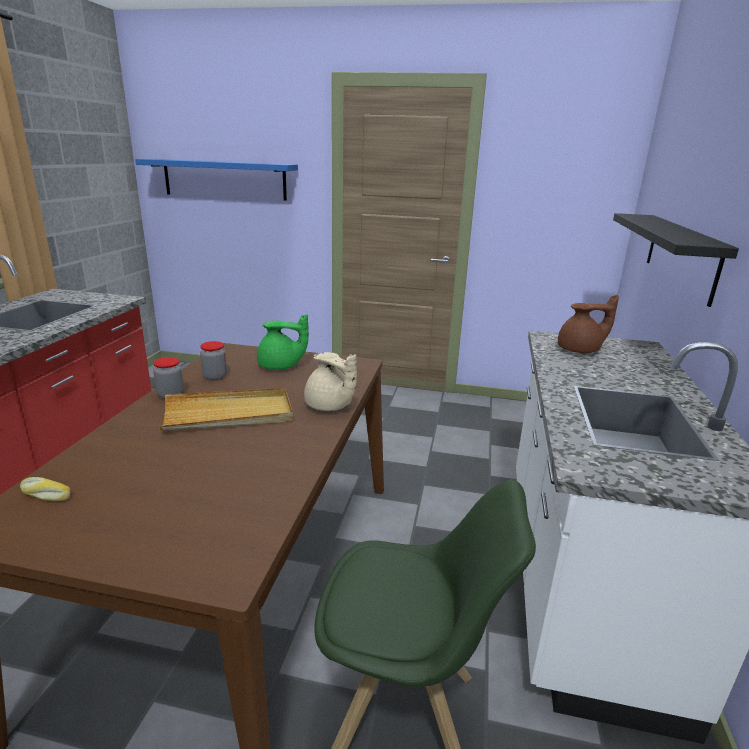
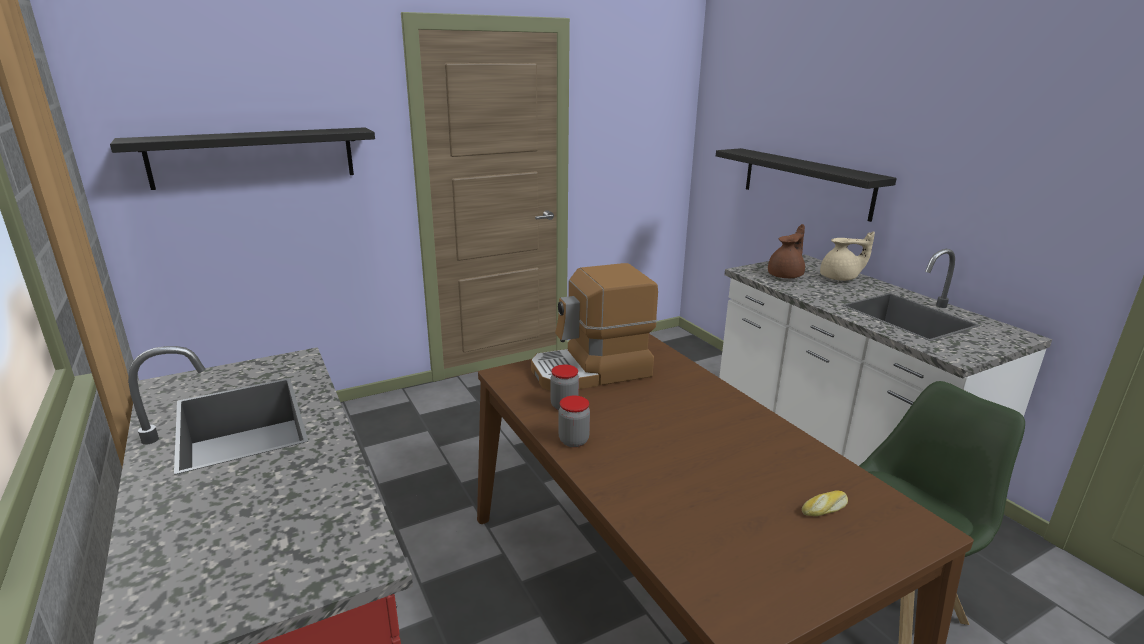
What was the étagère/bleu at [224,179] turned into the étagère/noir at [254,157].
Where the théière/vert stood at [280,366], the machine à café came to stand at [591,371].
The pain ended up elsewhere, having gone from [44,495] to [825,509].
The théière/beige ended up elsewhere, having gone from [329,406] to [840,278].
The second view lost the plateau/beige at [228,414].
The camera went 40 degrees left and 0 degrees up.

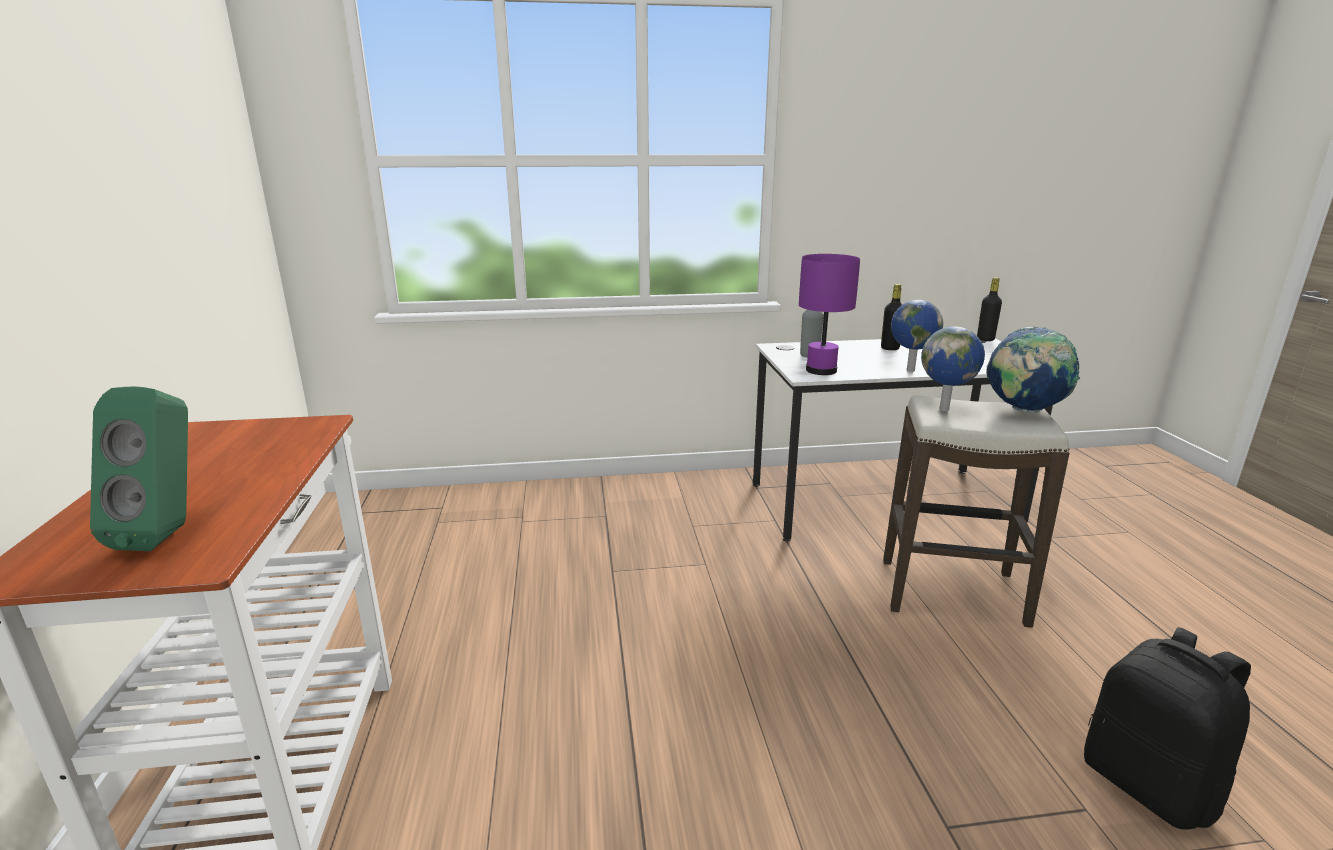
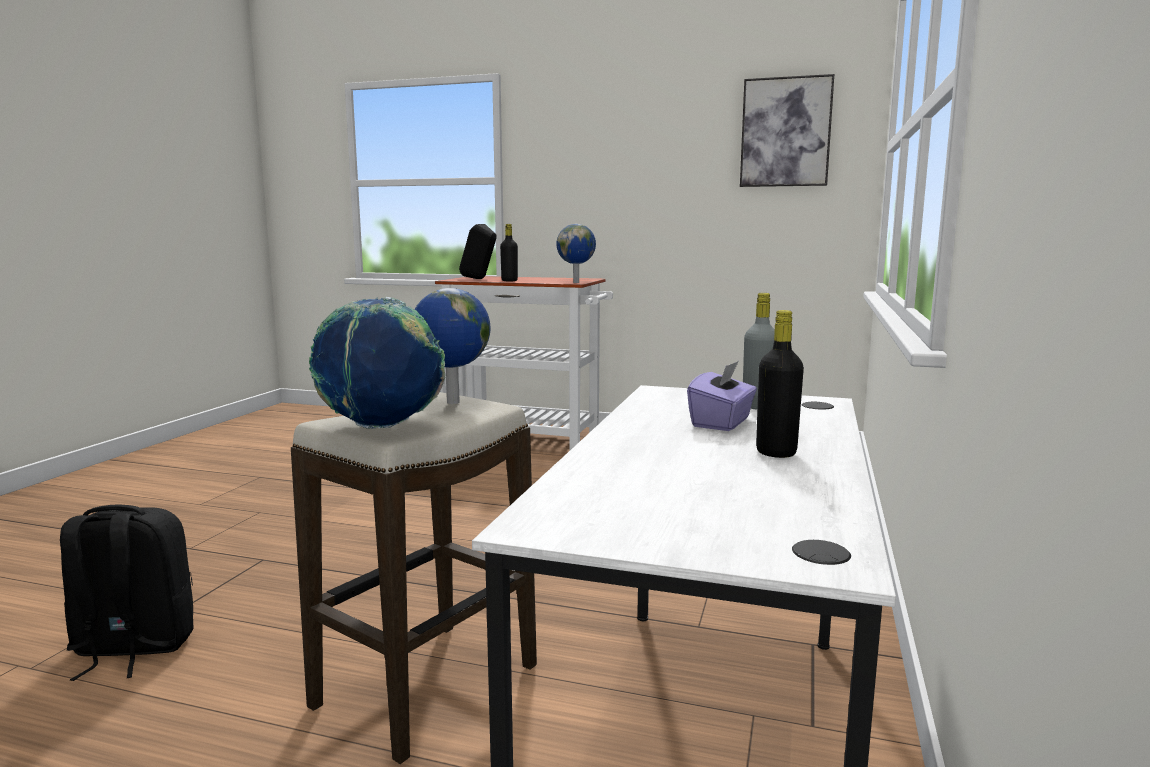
What was the enceinte/vert at [169,533] turned into the enceinte/noir at [480,279].
The bouteille/noir ended up elsewhere, having gone from [985,339] to [509,281].
The globe ended up elsewhere, having gone from [909,370] to [576,282].
The second view gained the boîte à mouchoirs/violet at [722,422].
The second view gained the tableau at [785,132].
The second view lost the lampe de table/violet at [822,370].
The camera went 115 degrees right and 10 degrees down.

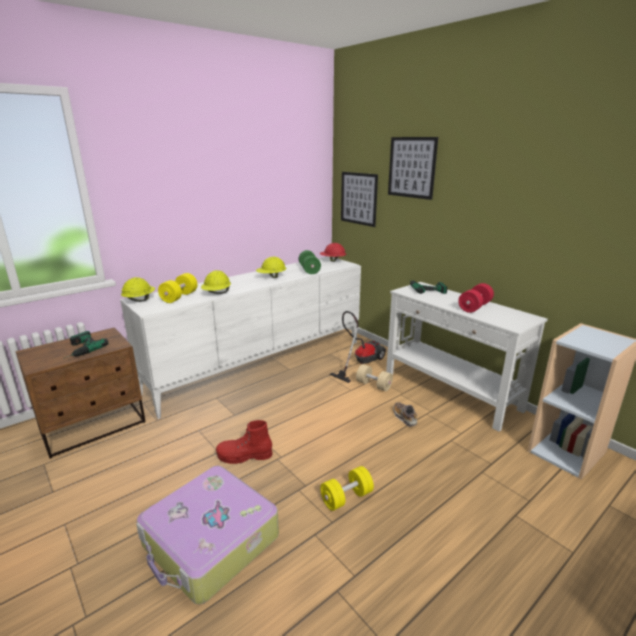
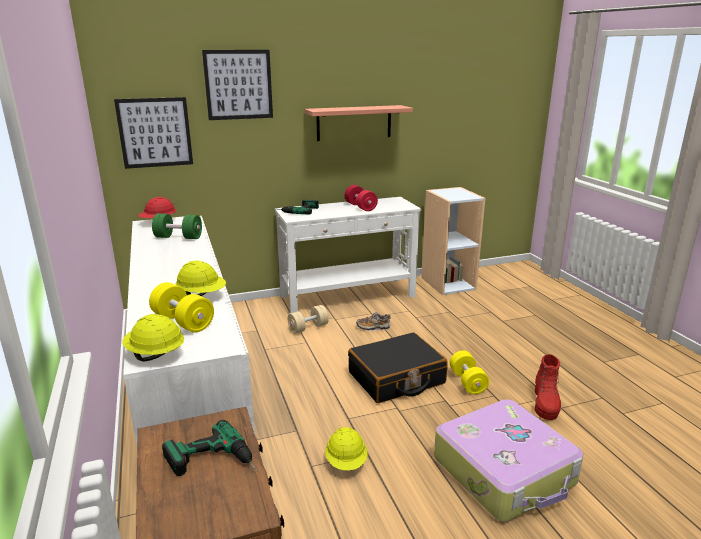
The second view gained the étagère at [354,123].
The casque de chantier/jaune ended up elsewhere, having gone from [271,277] to [346,462].
The second view gained the valise/noir at [396,378].
The botte/rouge ended up elsewhere, having gone from [244,456] to [545,404].
The second view lost the aspirateur at [360,362].
The camera went 70 degrees left and 0 degrees up.

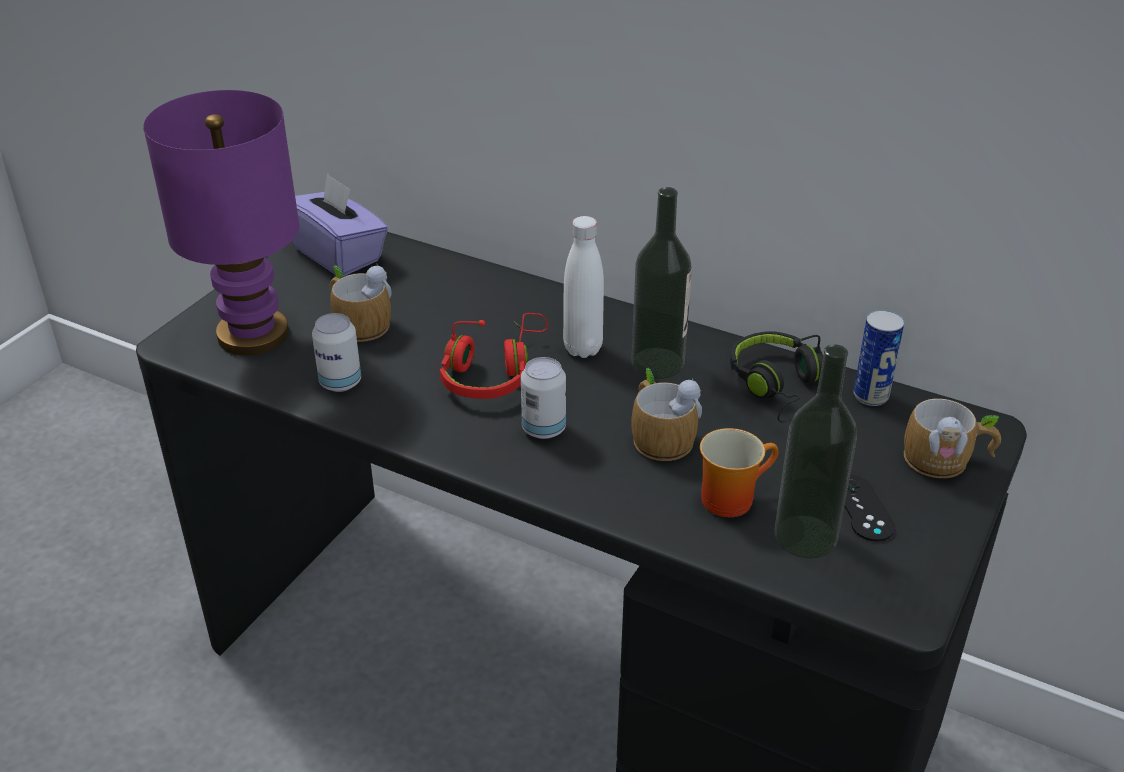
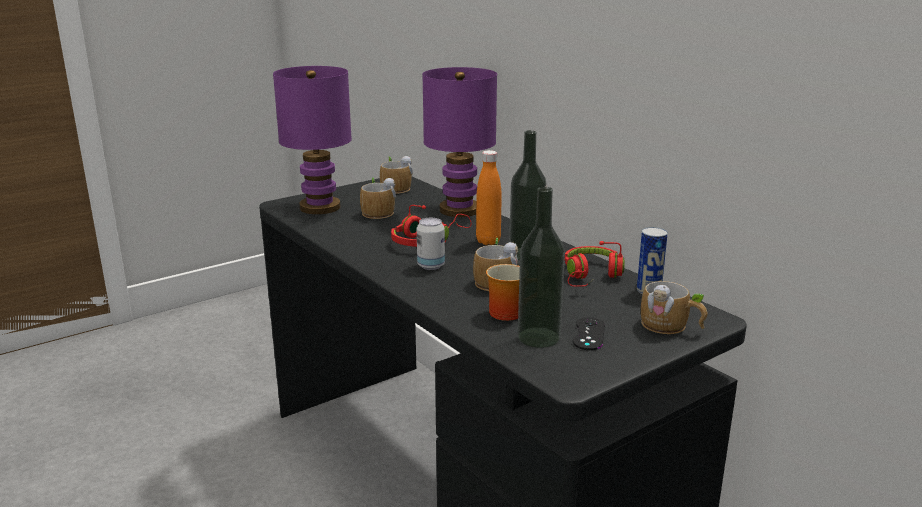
Where the boîte à mouchoirs/violet stood at [338,254], the mug came to stand at [395,187].
The second view gained the lampe de table/violet at [461,210].
What was the bouteille/blanc at [582,348] turned into the bouteille/orange at [488,241].
What was the casque audio/noir at [778,386] turned into the casque audio/rouge at [591,276].
The second view lost the boîte métallique at [340,383].
The camera went 25 degrees right and 15 degrees down.

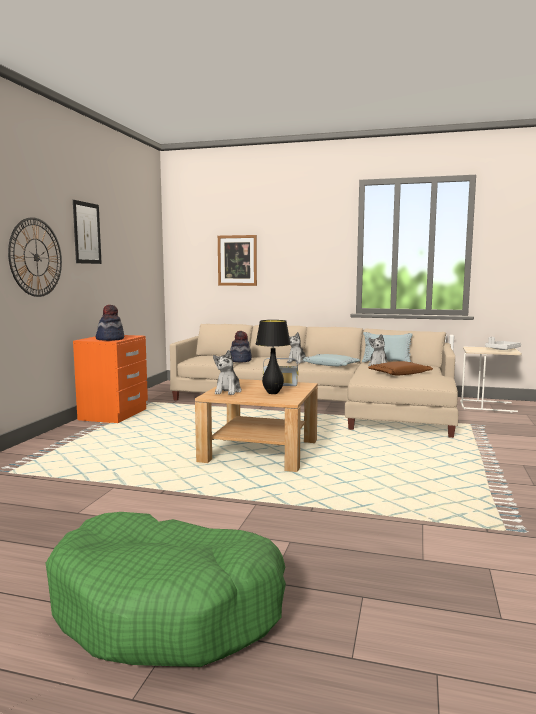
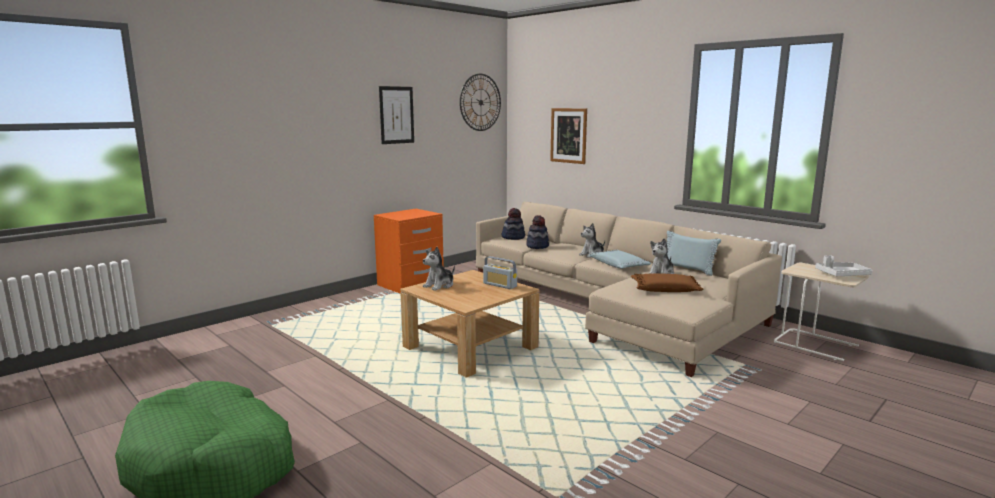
The horloge murale ended up elsewhere, having gone from [36,257] to [480,102].
The chapeau ended up elsewhere, having gone from [110,339] to [513,237].
The second view lost the lampe de table/noir at [273,393].
The camera went 30 degrees right and 5 degrees up.

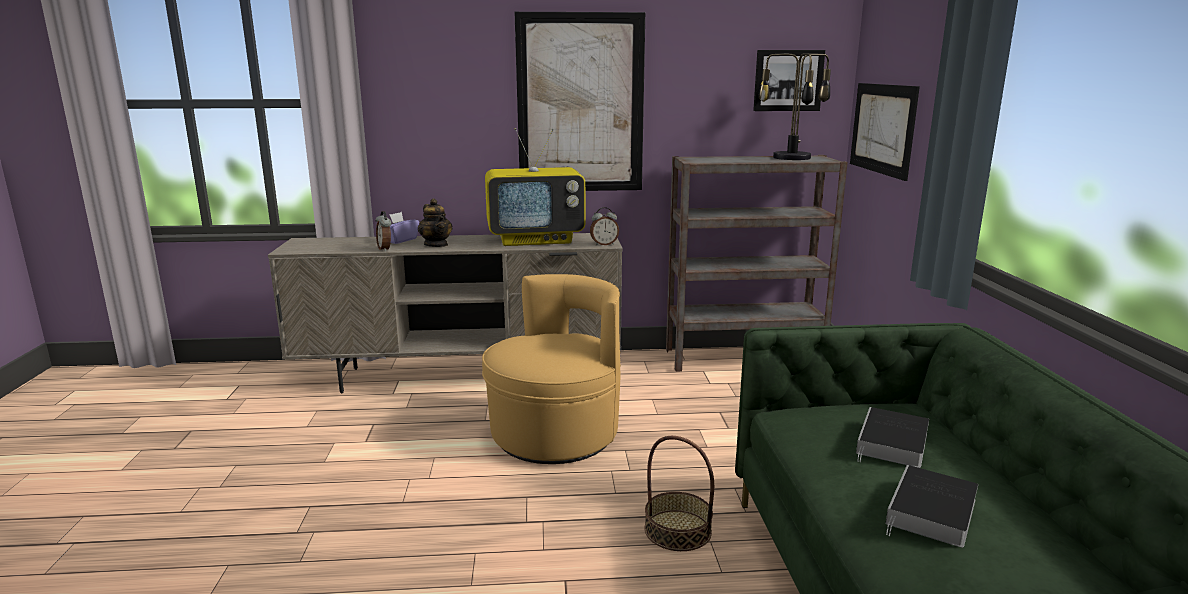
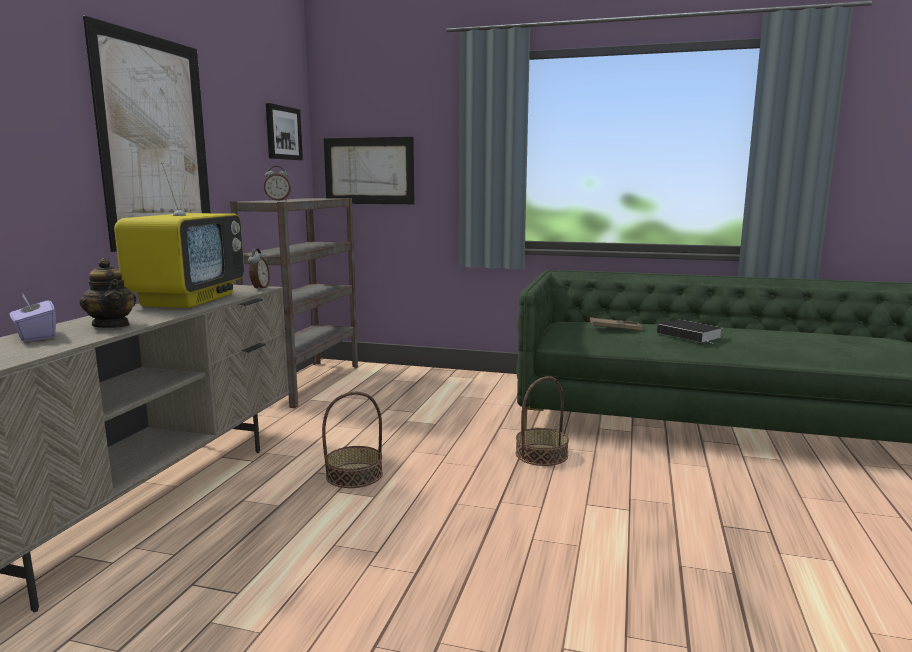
The théière at [436,245] ended up facing another way, 60 degrees clockwise from before.
The réveil ended up elsewhere, having gone from [385,249] to [278,200].
Where the fauteuil/beige stood at [554,435], the panier came to stand at [354,475].
Where the livre stood at [892,443], the plateau/marron came to stand at [615,328].
The second view lost the lampe de table at [791,158].
The camera went 70 degrees left and 5 degrees down.

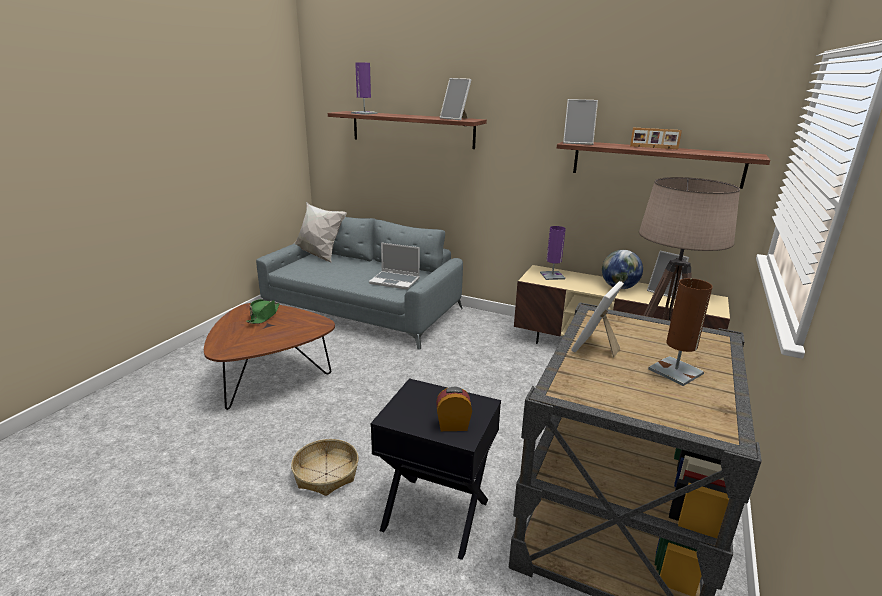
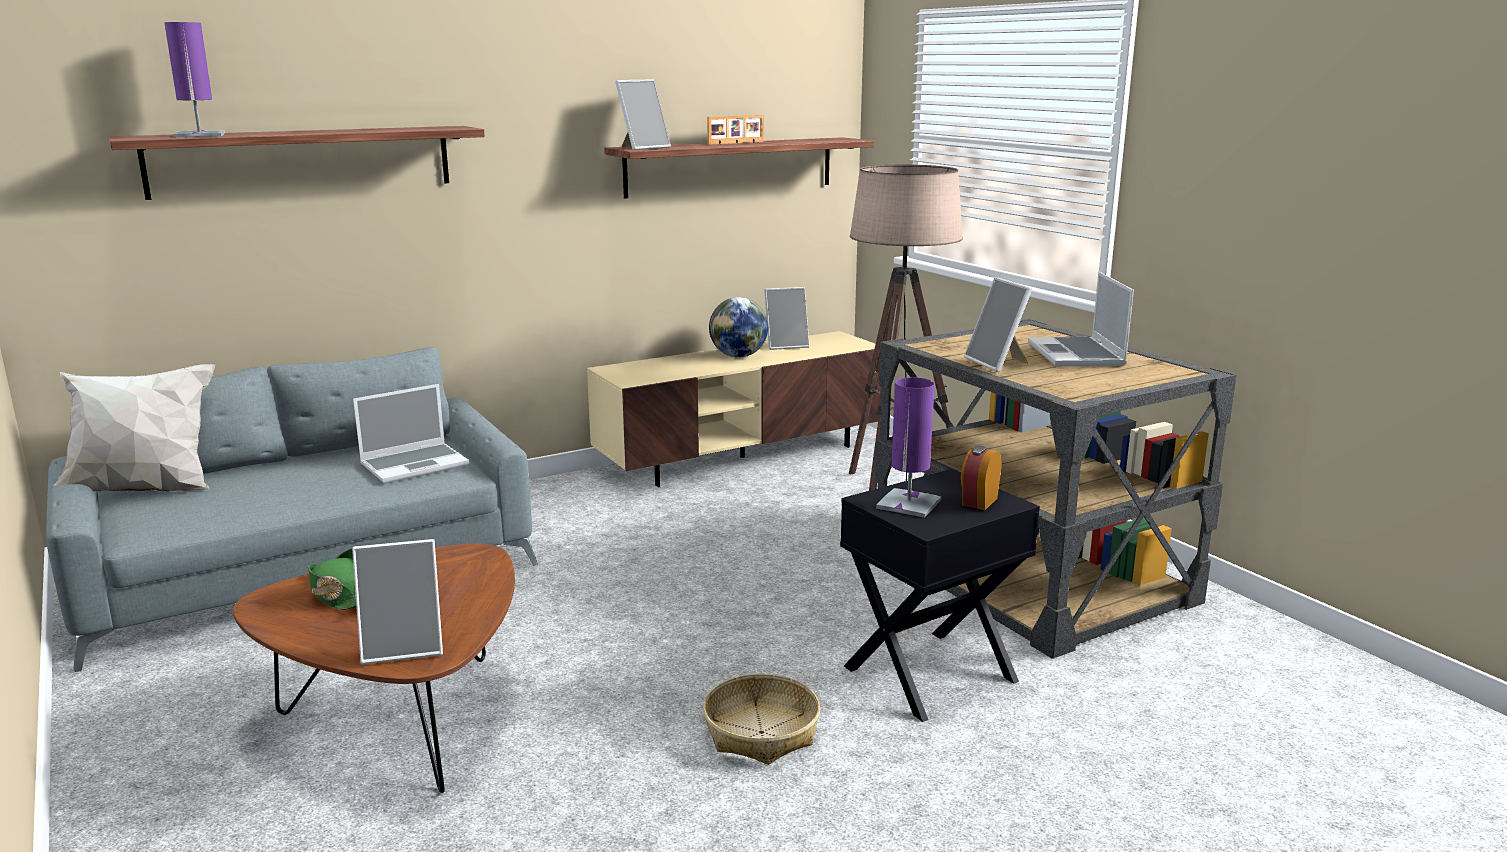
The cadre photo ended up elsewhere, having gone from [456,119] to [404,647].
The lampe de table/violet ended up elsewhere, having gone from [552,276] to [908,504].
Where the lampe de table/marron stood at [675,371], the ordinateur portable came to stand at [1077,355].
The camera went 55 degrees left and 5 degrees down.

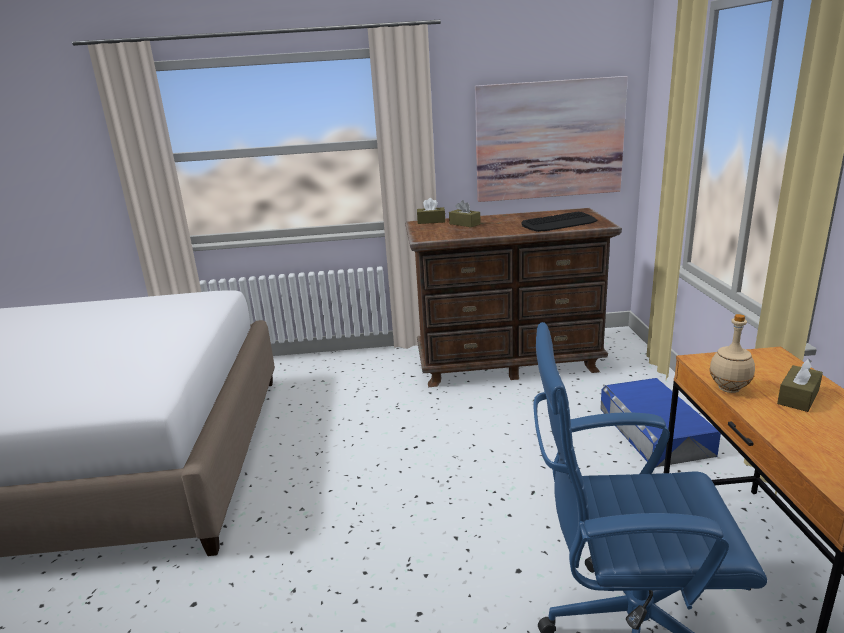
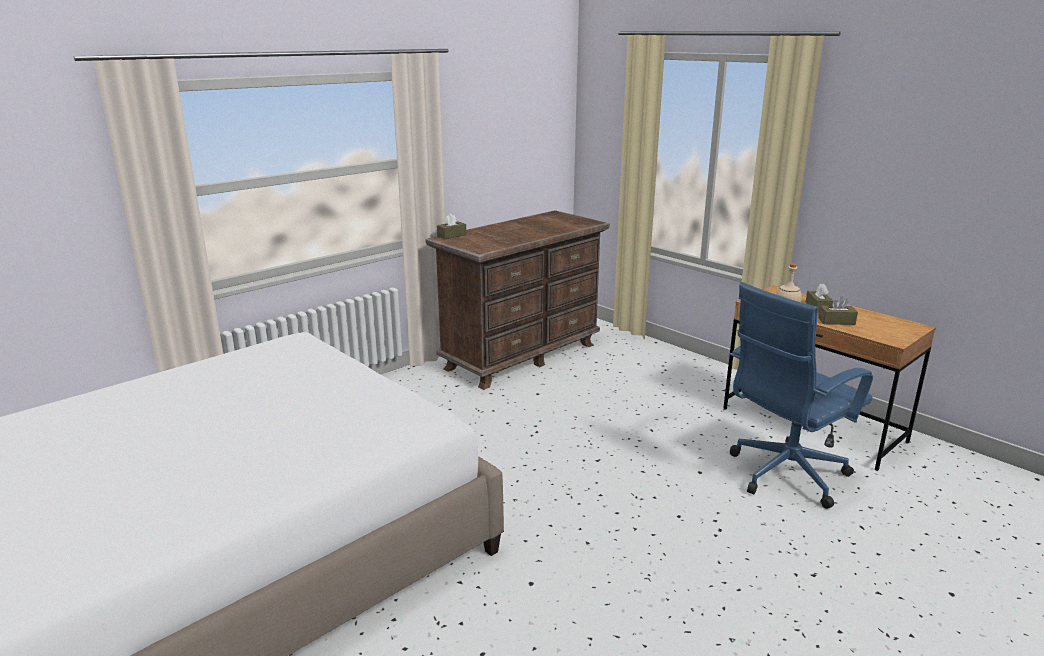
The boîte à mouchoirs/marron ended up elsewhere, having gone from [464,224] to [836,321].
The second view lost the tableau at [549,140].
The second view lost the clavier at [559,223].
The second view lost the boîte de rangement/bleu at [655,431].
The camera went 40 degrees left and 0 degrees up.

